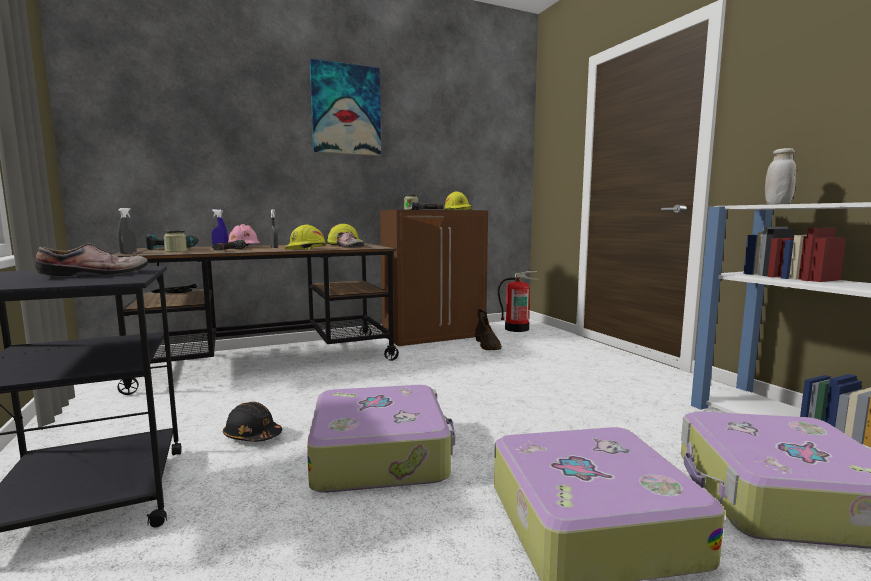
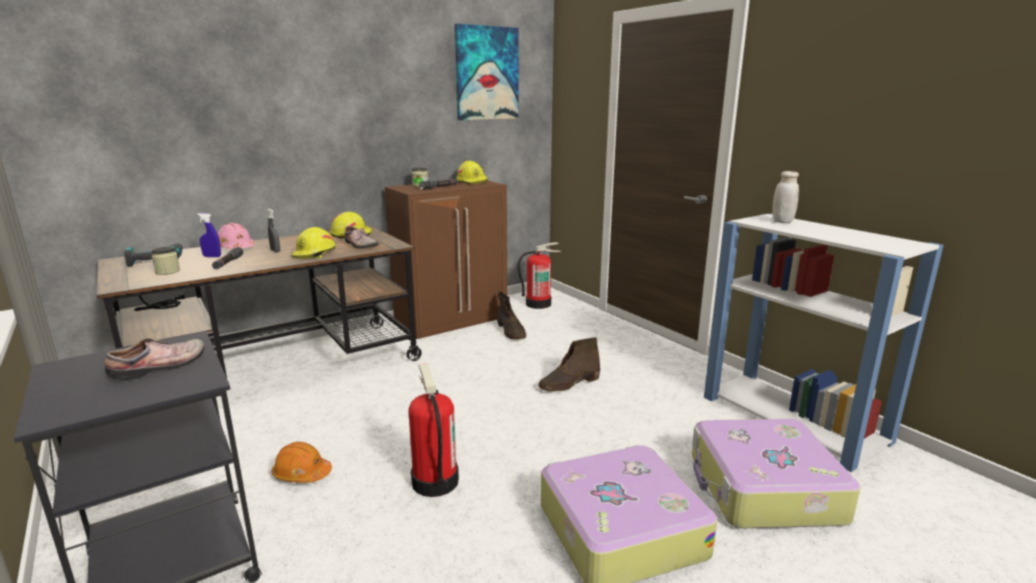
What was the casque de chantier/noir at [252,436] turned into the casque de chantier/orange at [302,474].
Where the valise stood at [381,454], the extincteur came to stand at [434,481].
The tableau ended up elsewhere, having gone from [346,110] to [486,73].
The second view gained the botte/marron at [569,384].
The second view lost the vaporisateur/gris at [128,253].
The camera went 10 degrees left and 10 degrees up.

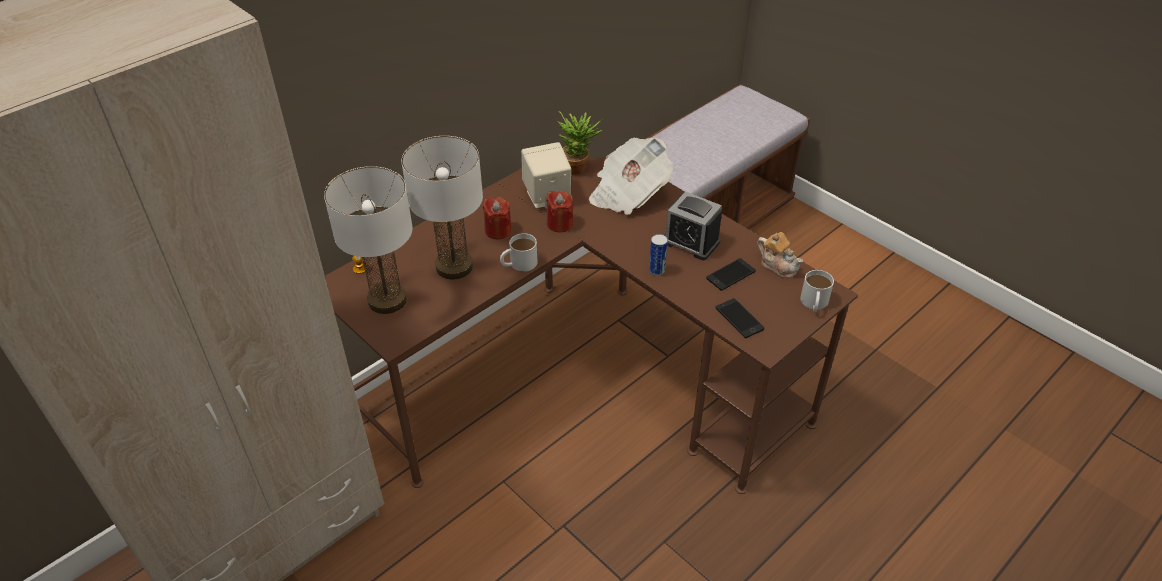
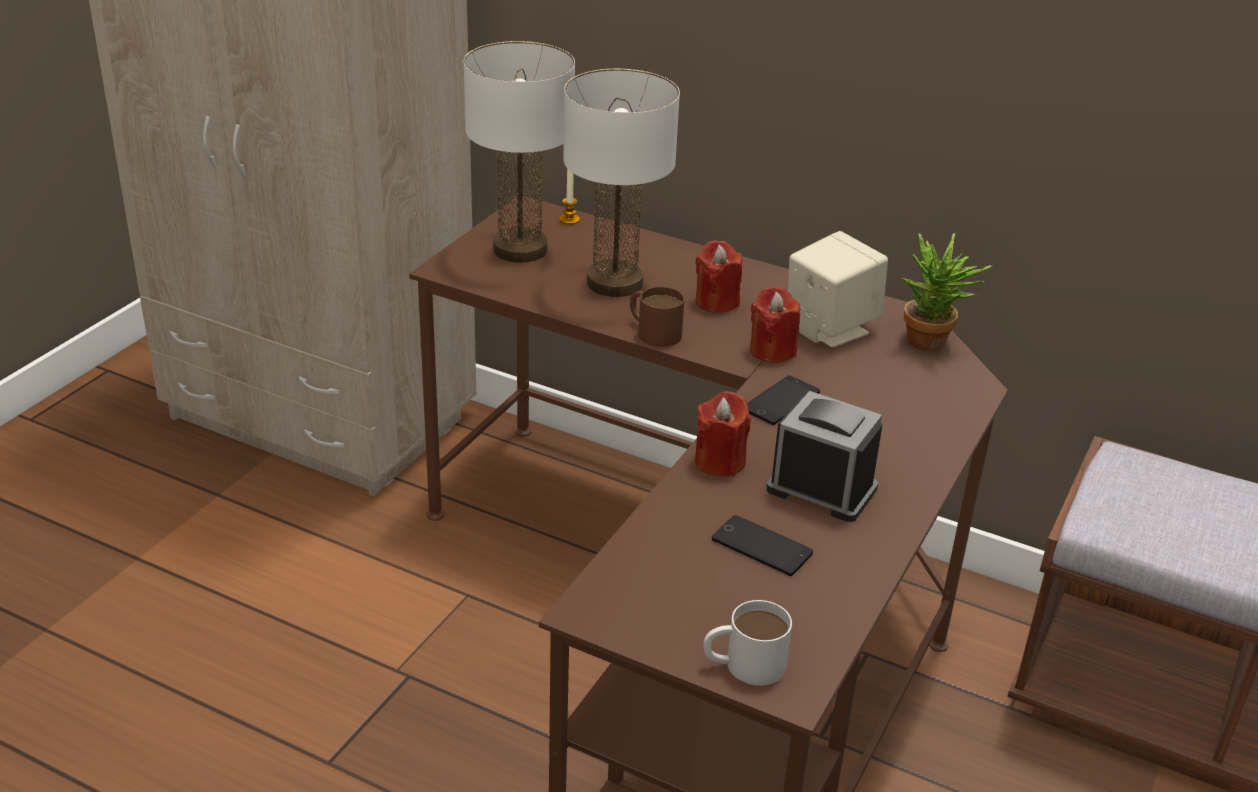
What was the mug/blanc at [518,264] turned into the mug/marron at [653,331].
Where the boîte métallique stood at [656,271], the bougie/rouge came to stand at [720,461].
The téléphone ended up elsewhere, having gone from [739,318] to [781,401].
The réveil at [691,242] ended up facing another way, 105 degrees clockwise from before.
The second view lost the journal at [628,193].
The second view lost the théière at [778,265].
The camera went 70 degrees right and 10 degrees down.

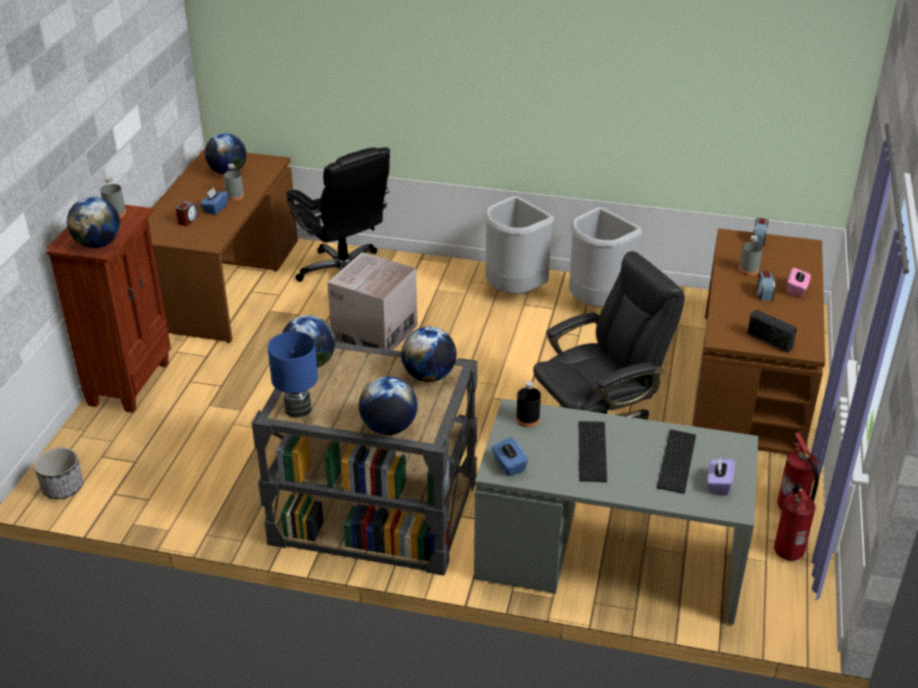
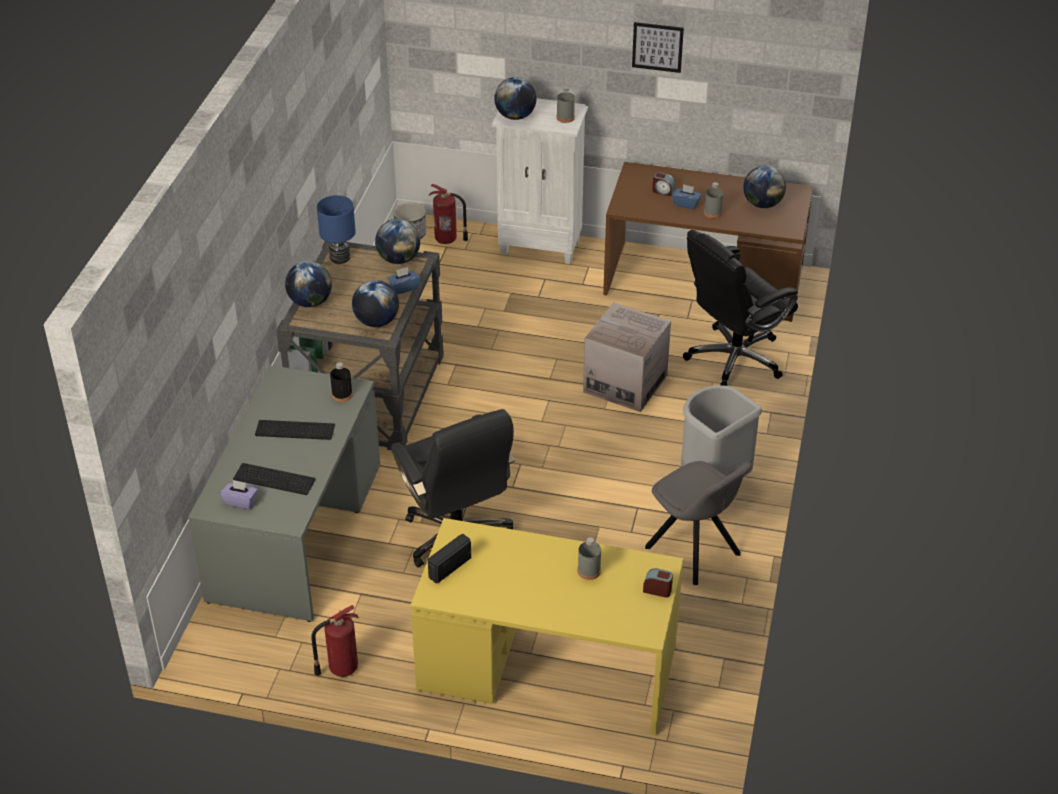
The boîte à mouchoirs/bleu ended up elsewhere, having gone from [509,465] to [404,288].
What was the bureau/marron at [751,382] turned into the bureau/jaune at [547,668].
The extincteur ended up elsewhere, having gone from [788,550] to [447,240].
What was the meuble de rangement/marron at [131,384] turned into the meuble de rangement/blanc at [540,248].
The second view gained the tableau at [657,47].
Where the poubelle/gris stood at [597,304], the chaise/gris came to stand at [694,551].
The second view lost the réveil at [764,294].
The second view lost the boîte à mouchoirs/rose at [797,290].
The camera went 90 degrees right and 5 degrees up.

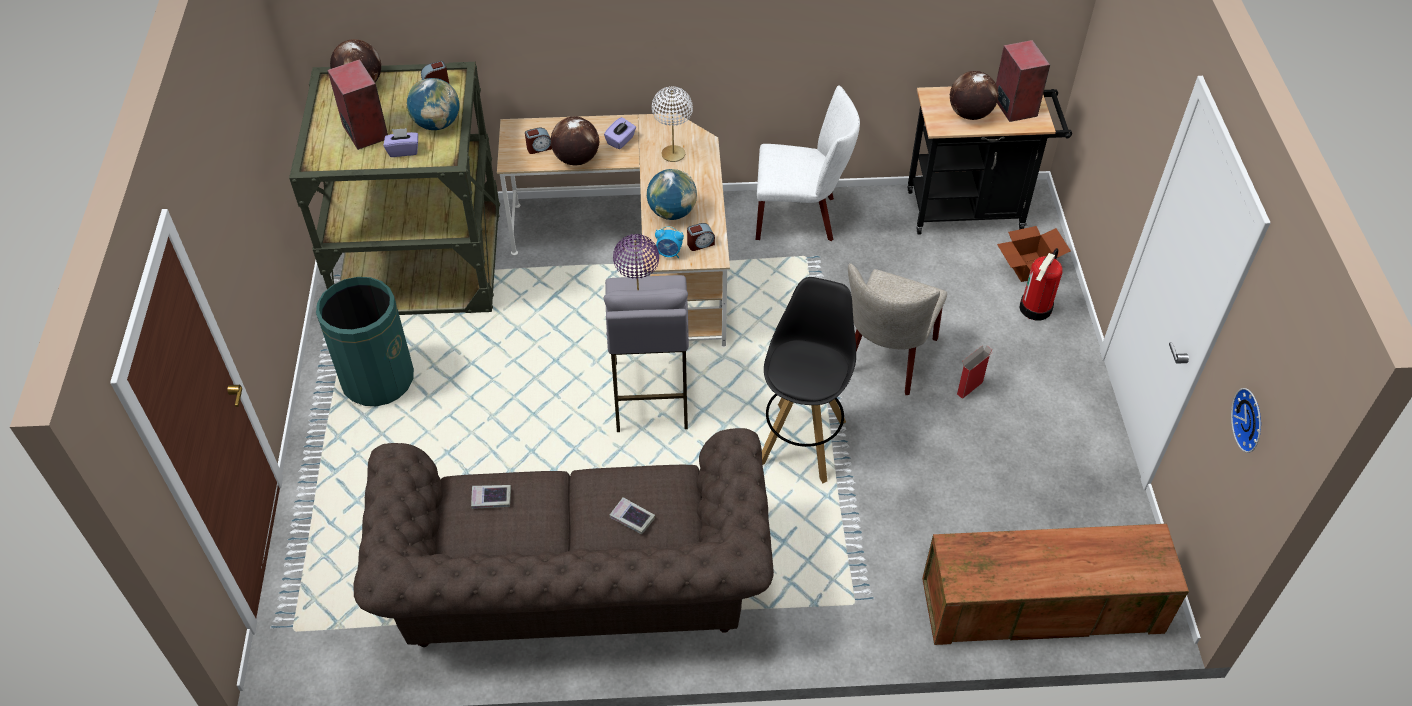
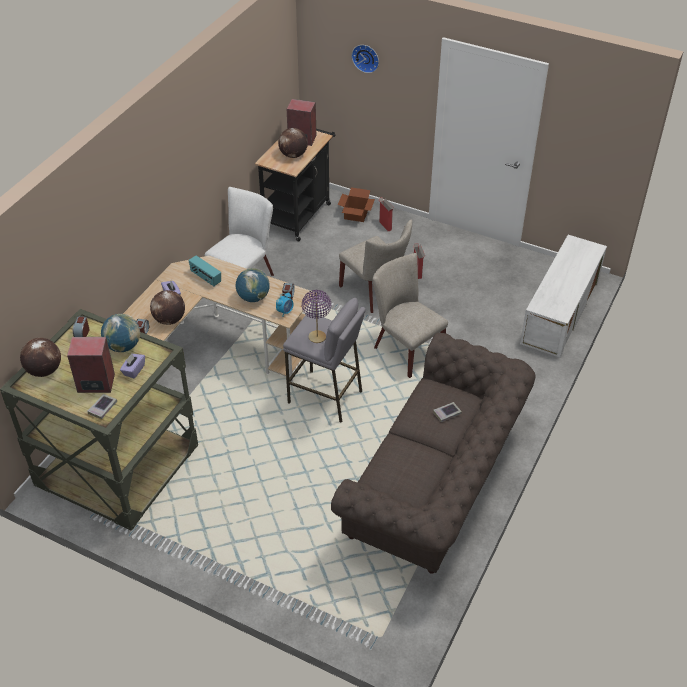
The livre ended up elsewhere, having gone from [491,499] to [102,408].
Where the lampe de table/blanc stood at [673,154], the radio came to stand at [205,278].
The horloge murale ended up elsewhere, having gone from [1251,420] to [366,57].
Where the tabouret/noir stood at [802,441], the chaise/beige came to stand at [404,349].
Where the extincteur stood at [1036,308], the carton came to stand at [385,225].
What was the banc/marron at [1040,607] turned into the banc/blanc at [561,312].
The second view lost the poubelle/vert at [378,379].
The camera went 60 degrees left and 5 degrees down.

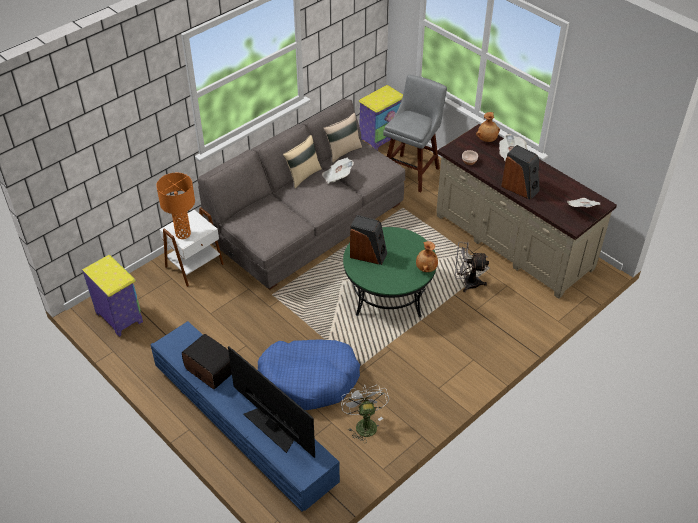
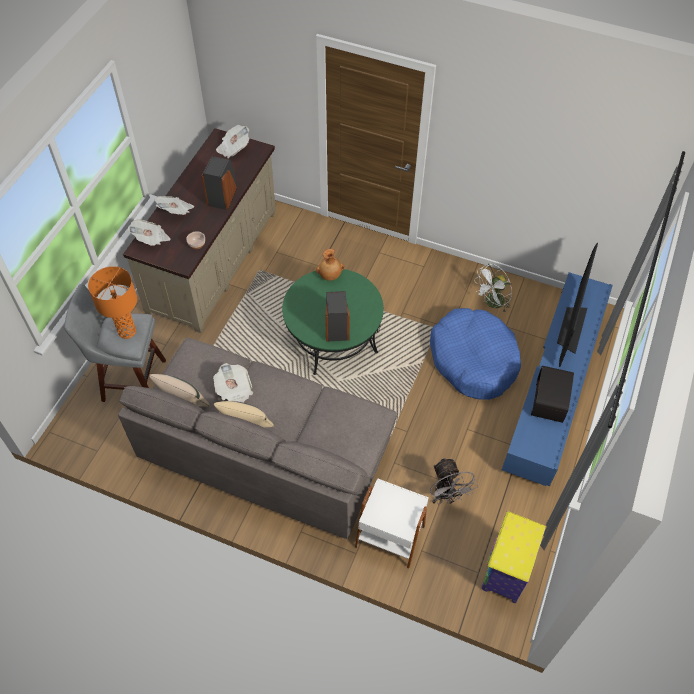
The lampe de table/orange ended up elsewhere, having gone from [183,234] to [127,331].
Where the vase/marron stood at [487,139], the journal came to stand at [151,239].
The ventilateur/gris ended up elsewhere, having gone from [466,283] to [446,496].
The second view lost the table de chevet at [381,139].
The camera went 115 degrees left and 10 degrees up.

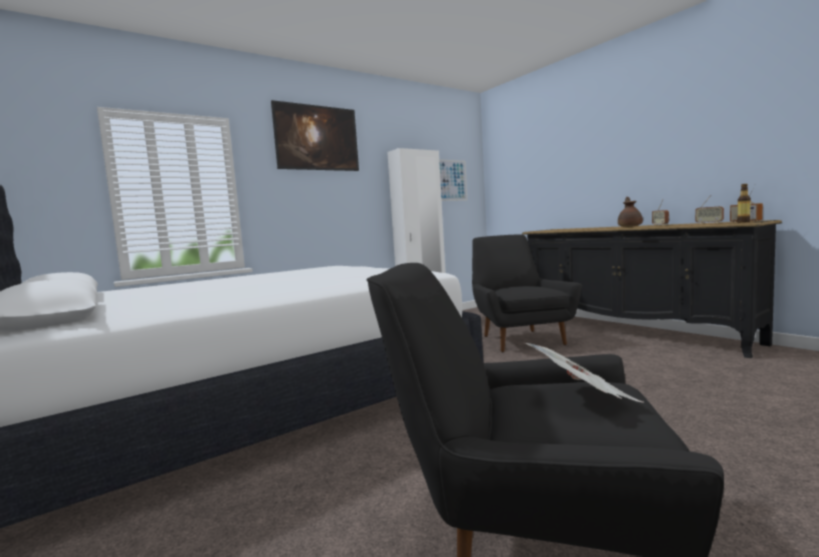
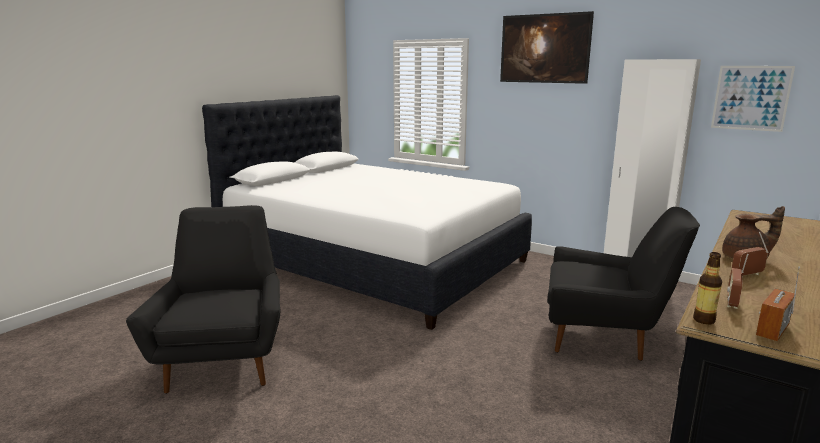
The fauteuil/noir at [518,339] ended up facing another way, 45 degrees clockwise from before.
The second view lost the journal at [582,399].
The camera went 70 degrees right and 10 degrees up.

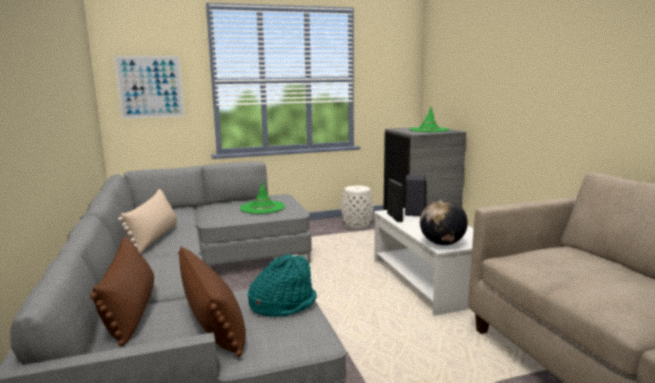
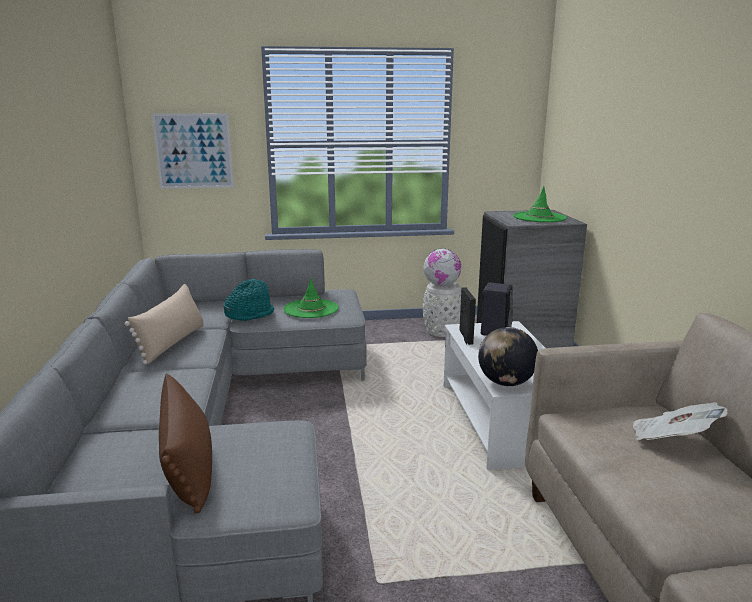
The chapeau/turquoise ended up elsewhere, having gone from [283,304] to [249,314].
The second view gained the globe at [441,285].
The second view gained the journal at [671,440].
The second view lost the coussin/marron at [131,311].
The camera went 10 degrees right and 5 degrees up.

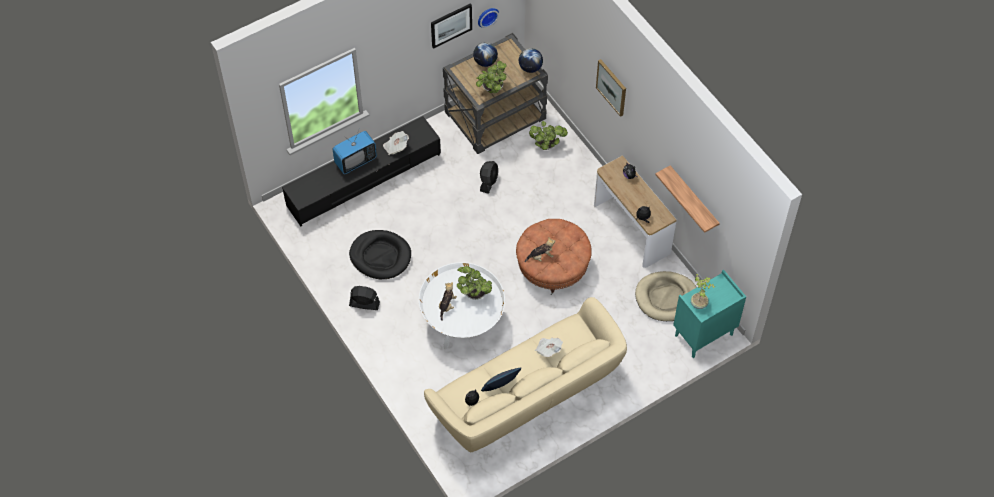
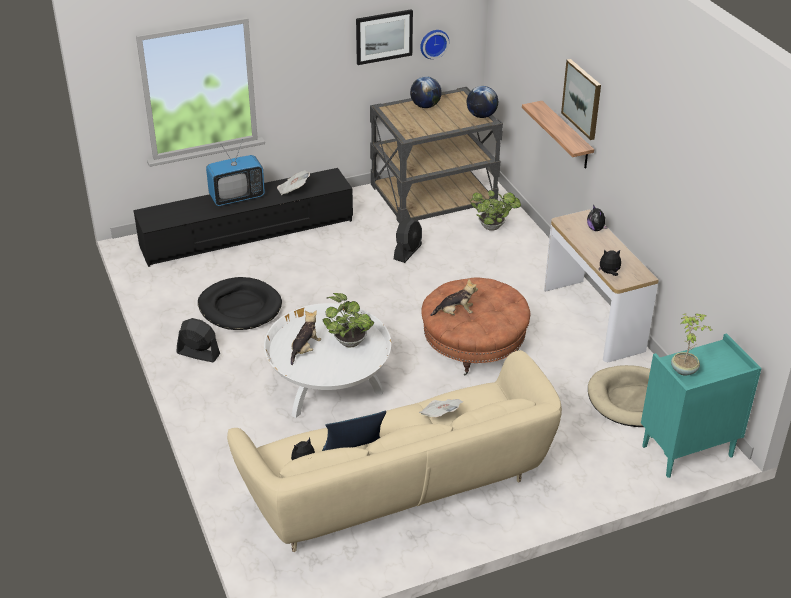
The étagère ended up elsewhere, having gone from [693,199] to [566,136].
The second view lost the plante en pot at [491,89].
The camera went 10 degrees right and 20 degrees down.

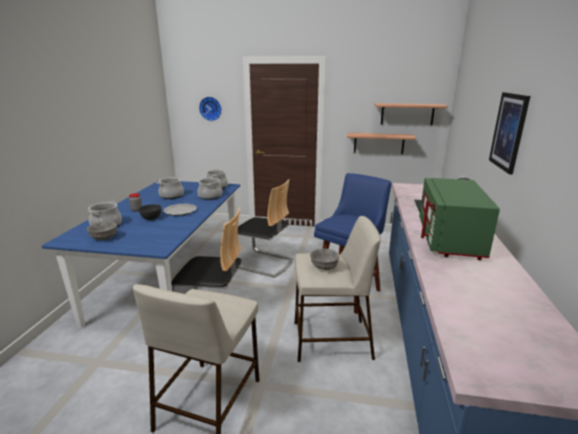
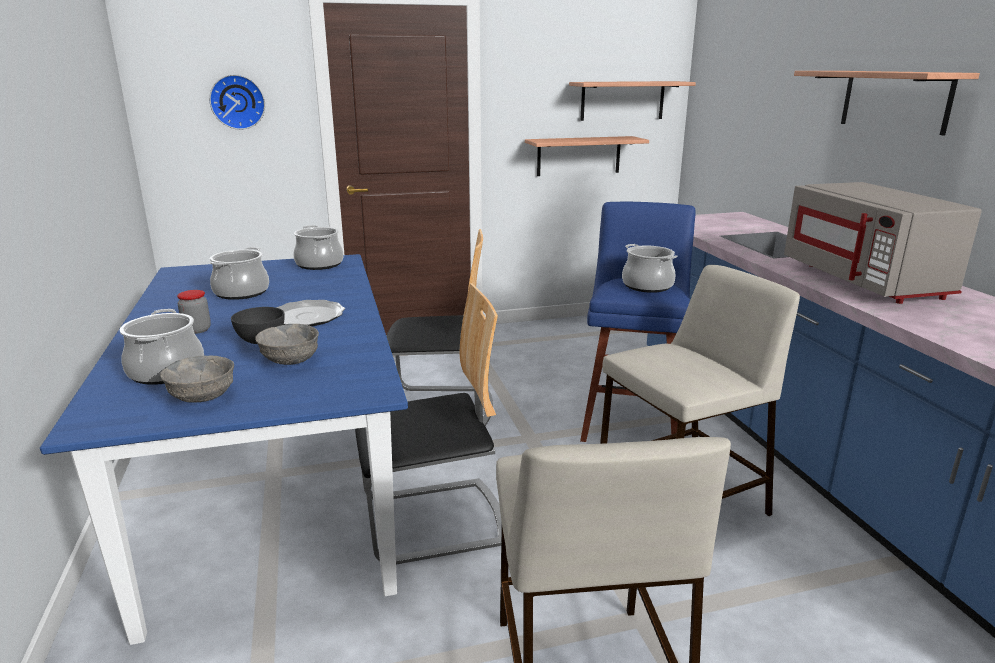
The bol/gris ended up elsewhere, having gone from [324,267] to [290,360].
The marmite ended up elsewhere, having gone from [210,196] to [647,286].
What was the micro-ondes/vert at [450,239] turned into the micro-ondes/gris at [864,281].
Where the tableau hung at [509,131], the étagère came to hang at [894,100].
The camera went 25 degrees left and 0 degrees up.

